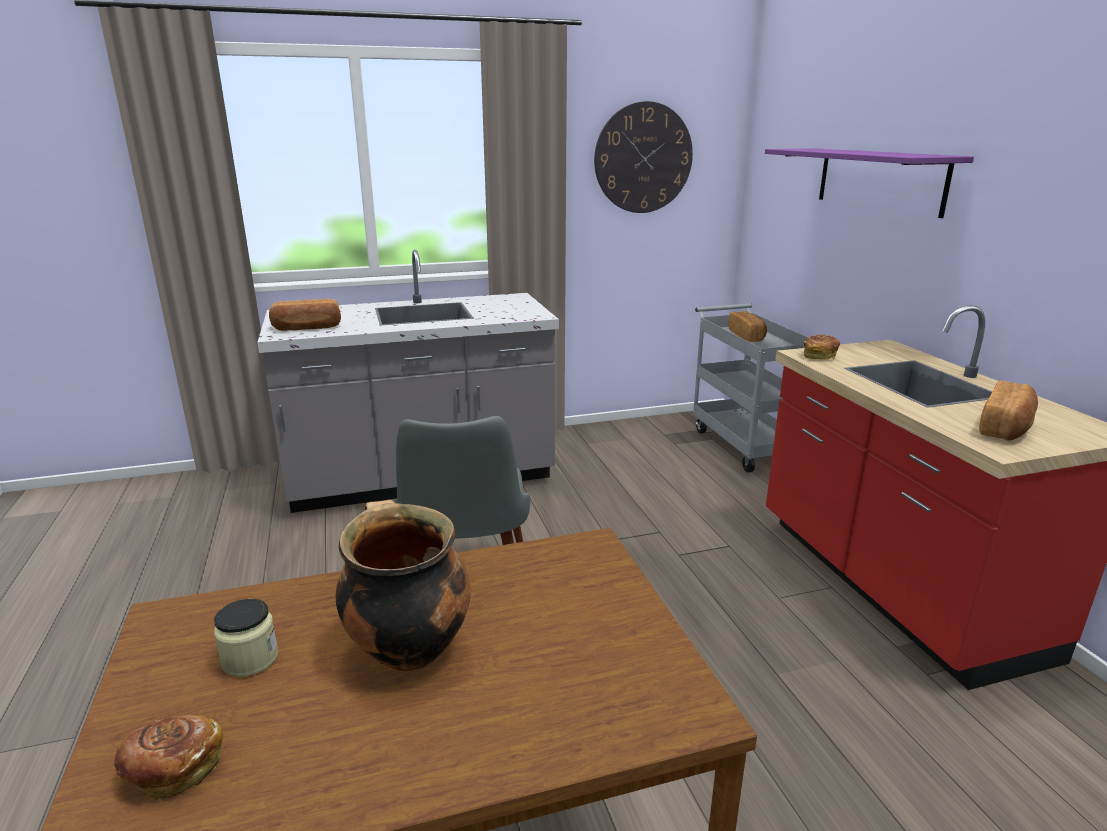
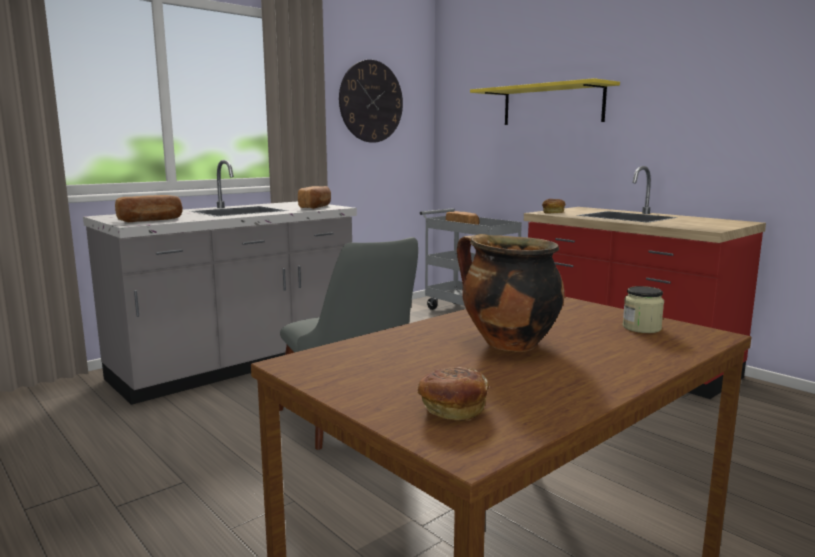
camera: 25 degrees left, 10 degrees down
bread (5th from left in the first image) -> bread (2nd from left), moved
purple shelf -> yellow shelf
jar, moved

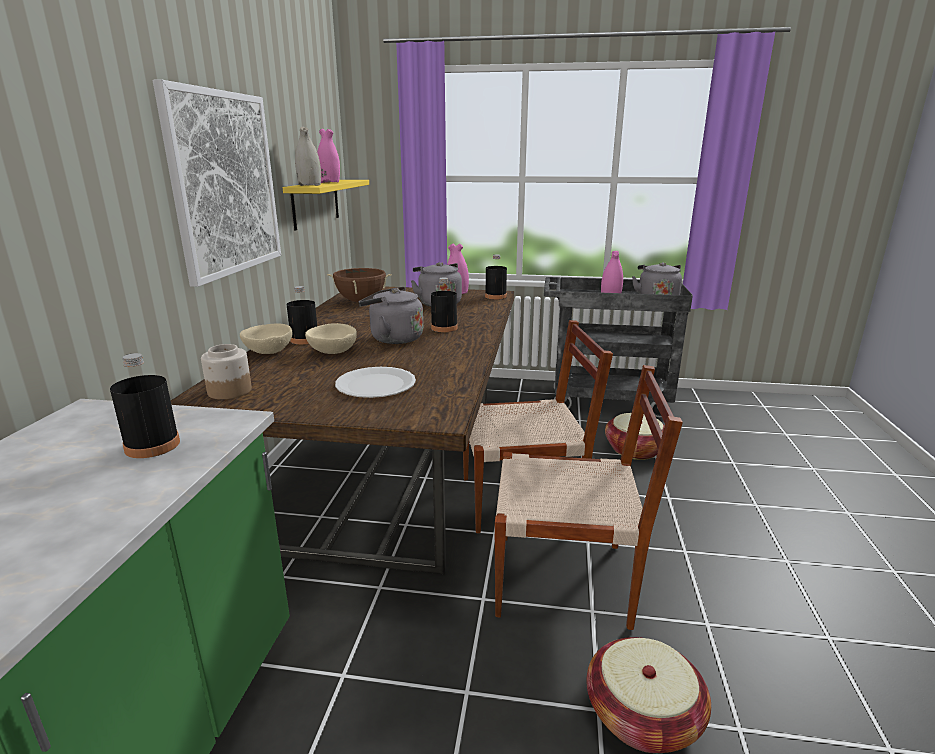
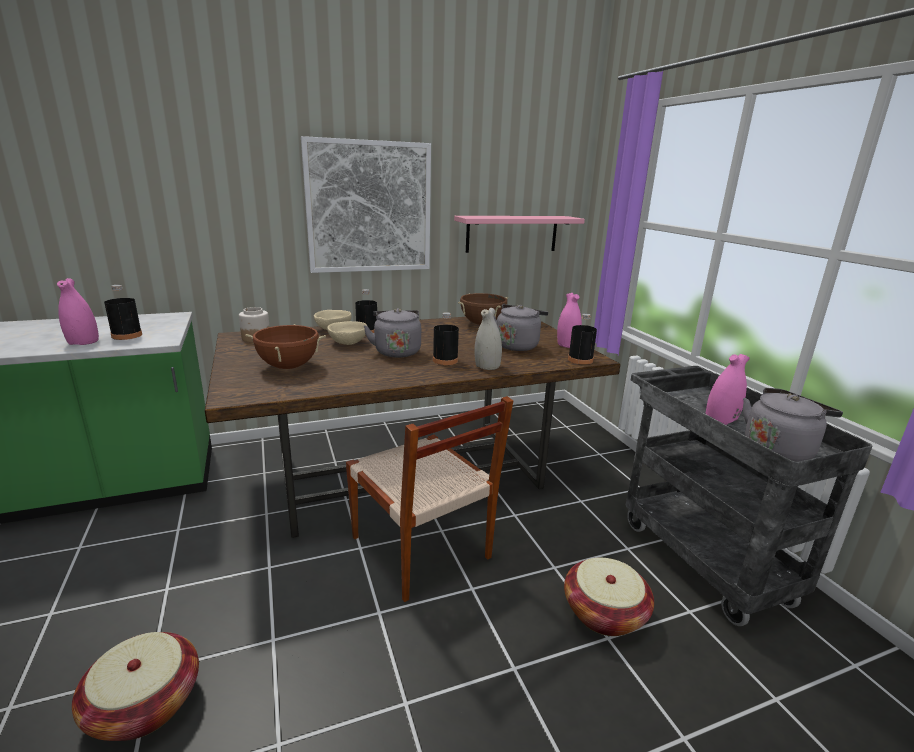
camera: 60 degrees right, 0 degrees up
pink vase (1st from left), moved
white plate -> brown cooking pot (1st from left)
yellow shelf -> pink shelf
white vase, moved
chair (2nd from left) -> none

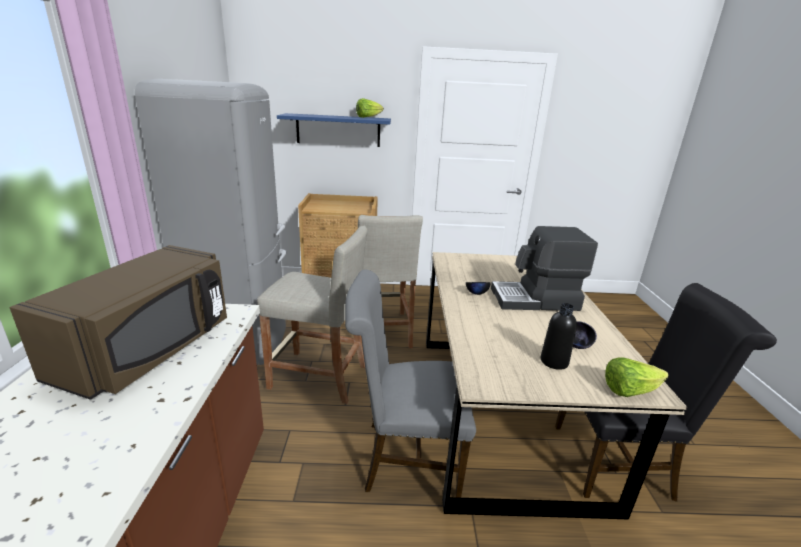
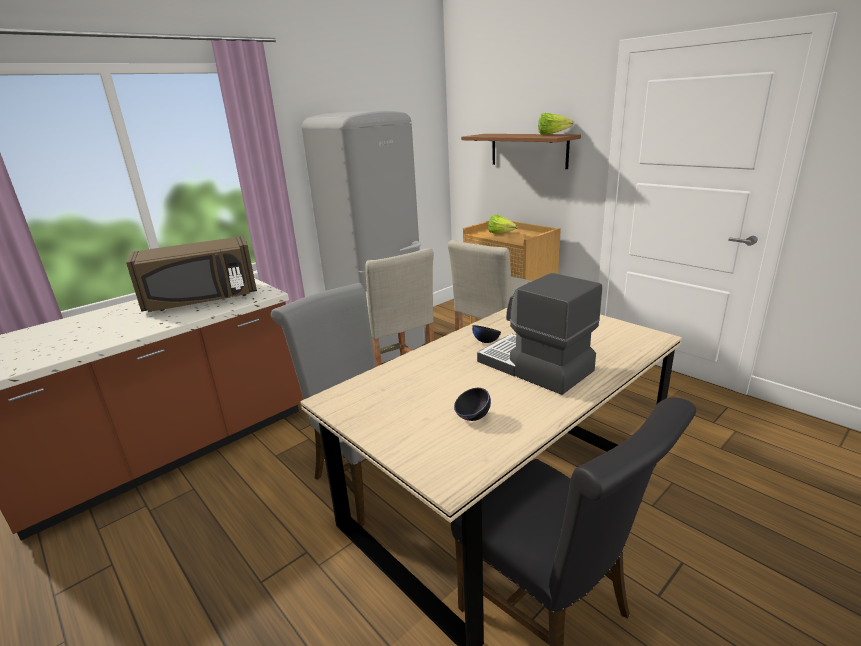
camera: 50 degrees right, 0 degrees up
blue shelf -> brown shelf
lettuce (2nd from left in the first image) -> lettuce (1st from left), moved
black bottle -> none

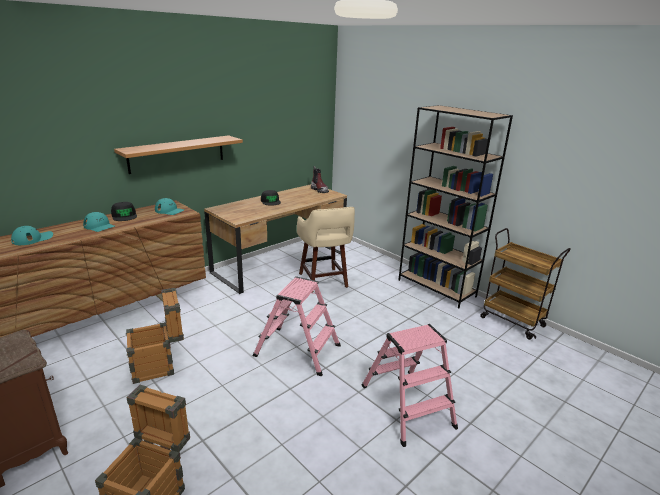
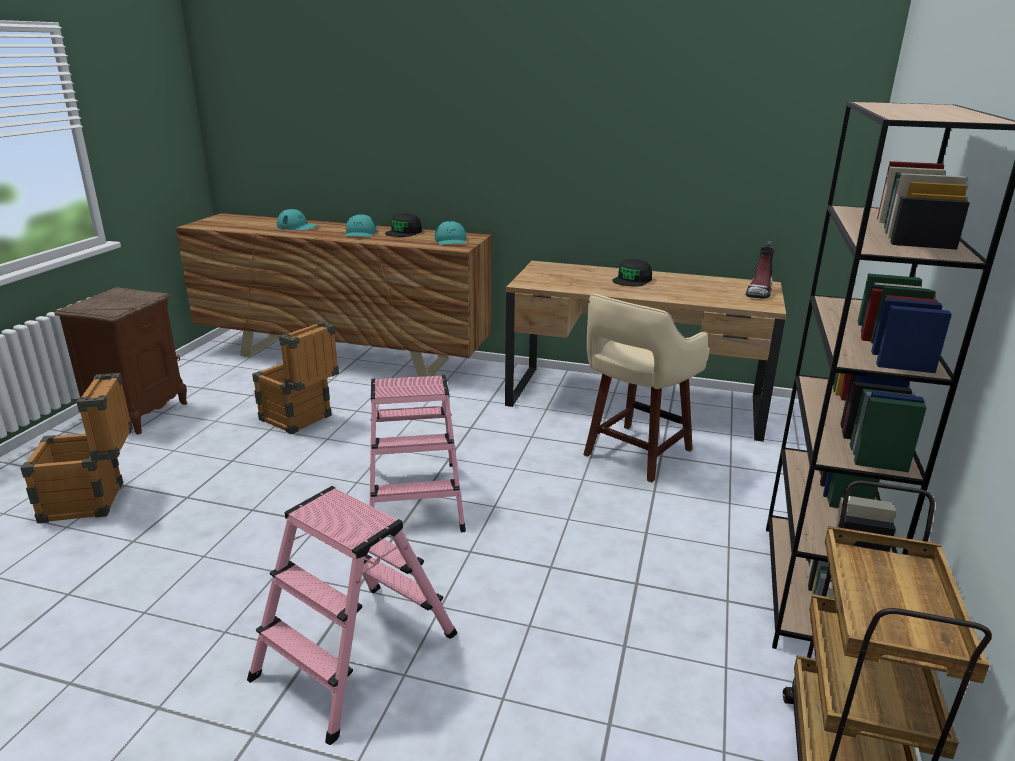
camera: 60 degrees right, 0 degrees up
shelf -> none

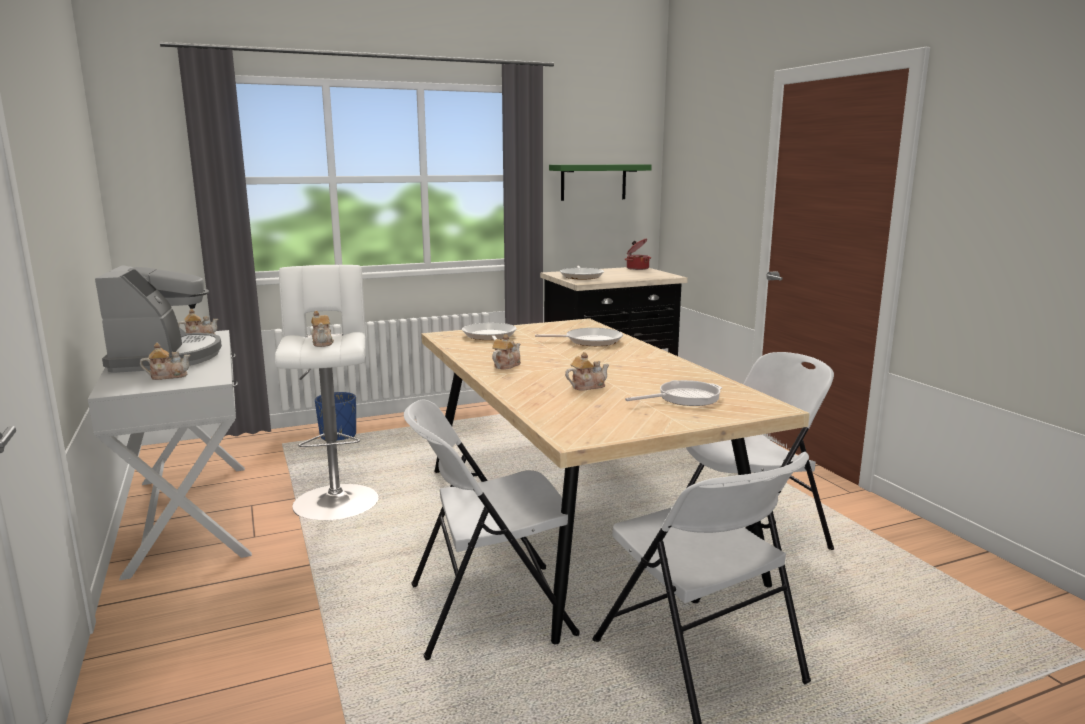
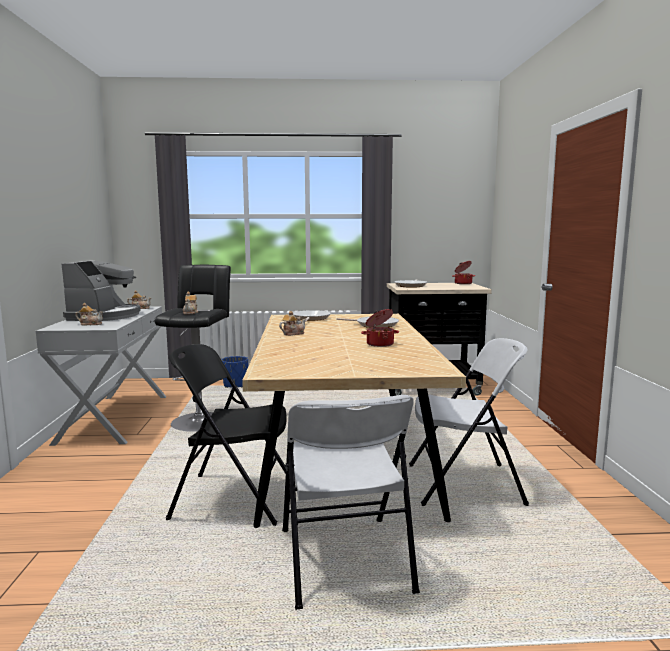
camera: 20 degrees right, 5 degrees down
white stool -> black stool
white chair (1st from left) -> black chair
none -> cooking pot (1st from left)
green shelf -> none
teapot (5th from left) -> none
frying pan (4th from left) -> none

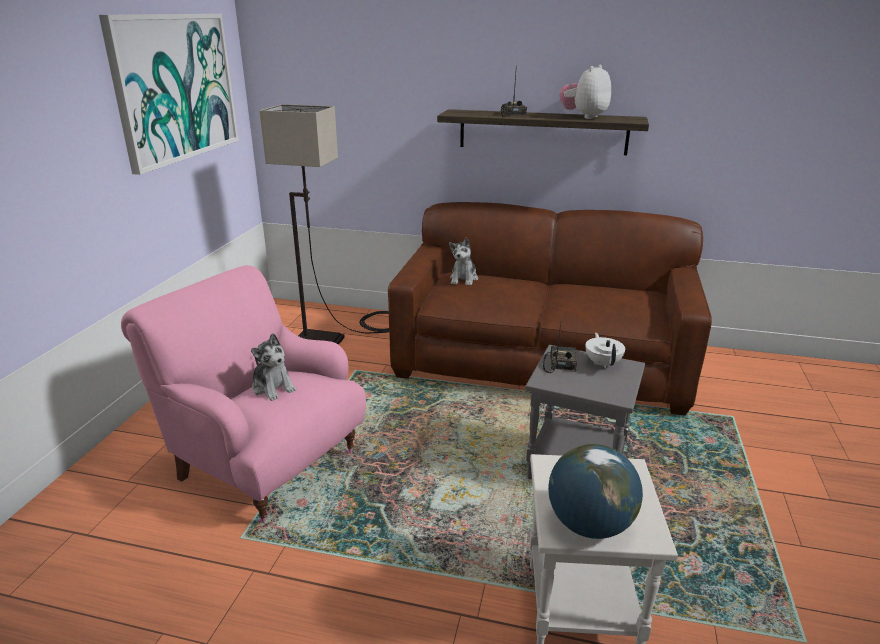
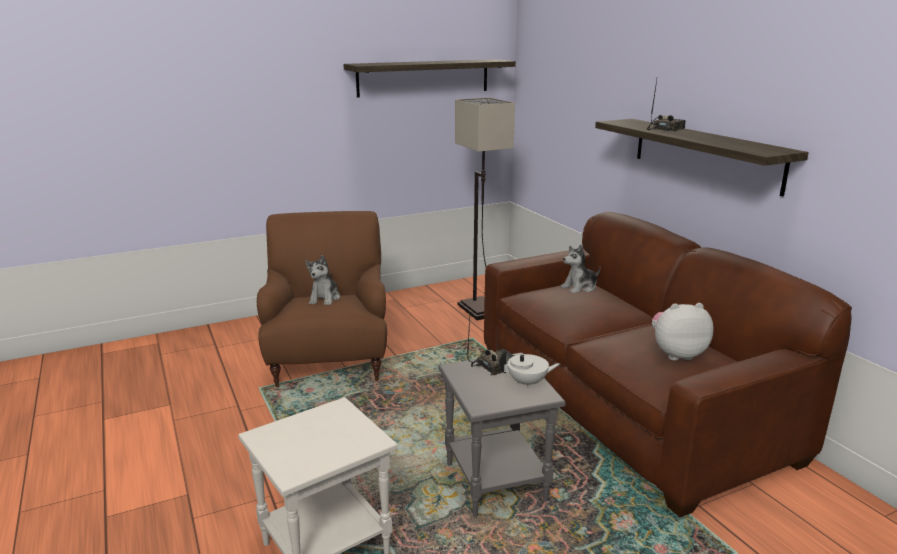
camera: 50 degrees right, 5 degrees down
pink armchair -> brown armchair
picture -> shelf (1st from left)
white teapot, 45 degrees clockwise
plush toy (3rd from left), moved
globe -> none

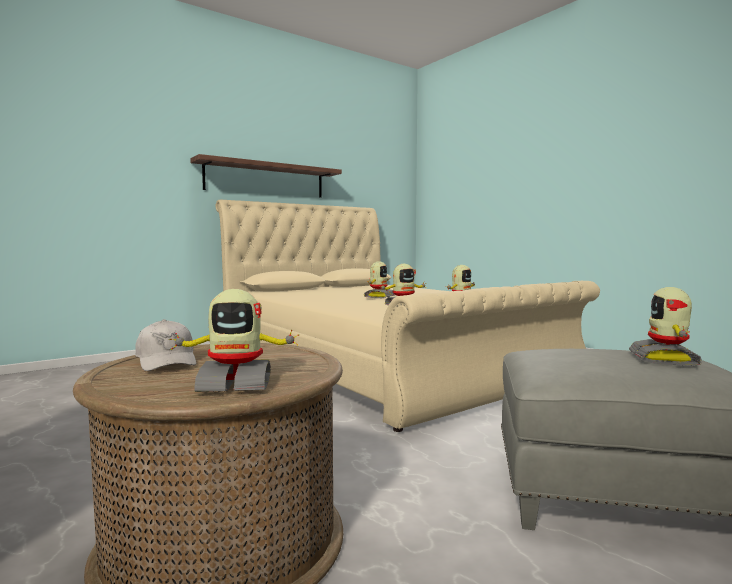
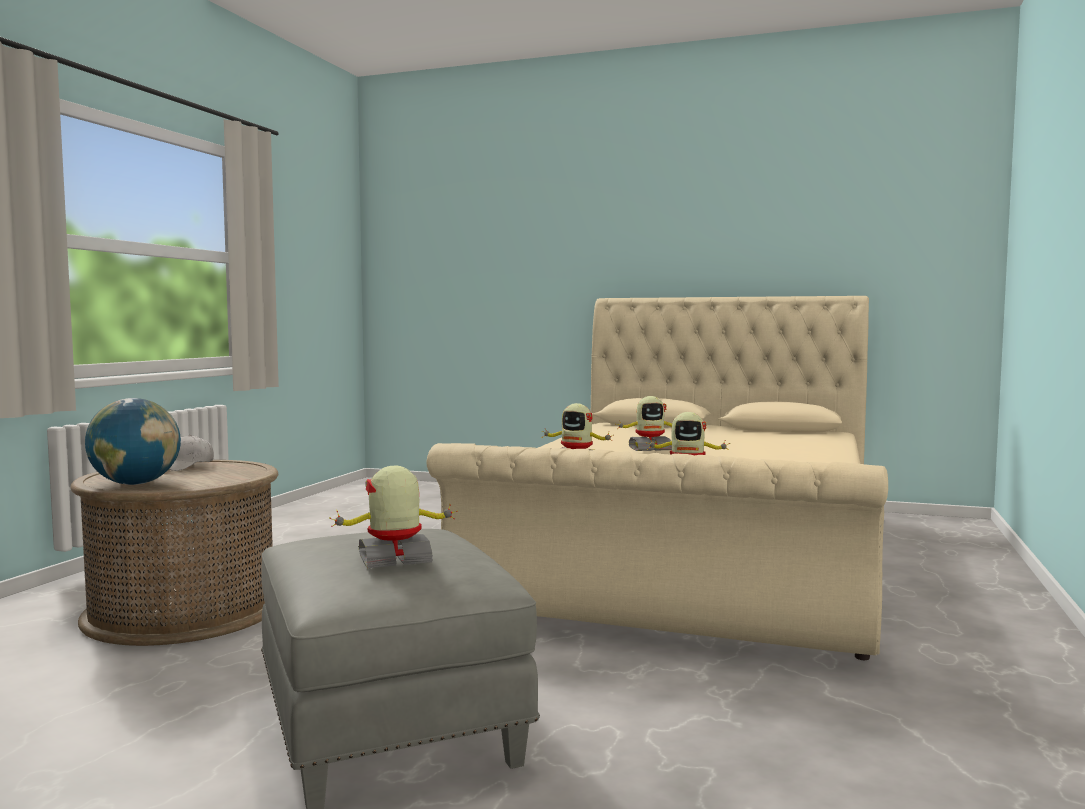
camera: 55 degrees right, 0 degrees up
toy robot (1st from left) -> globe
shelf -> none

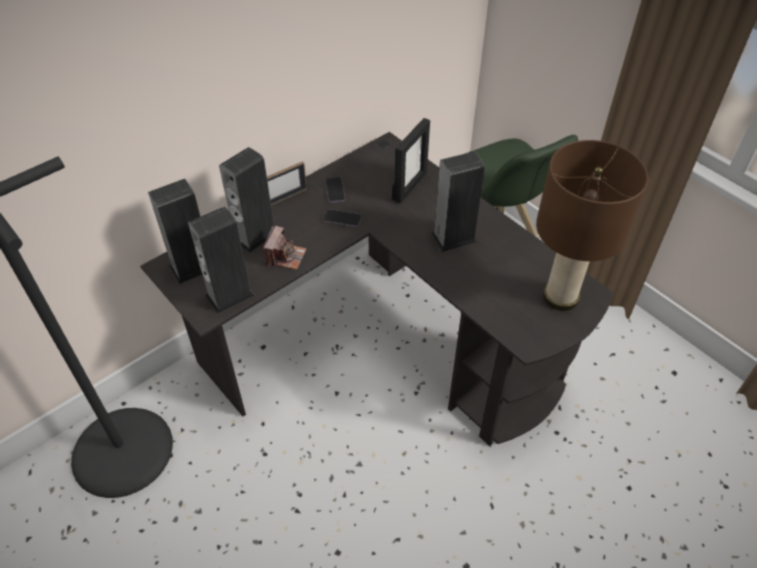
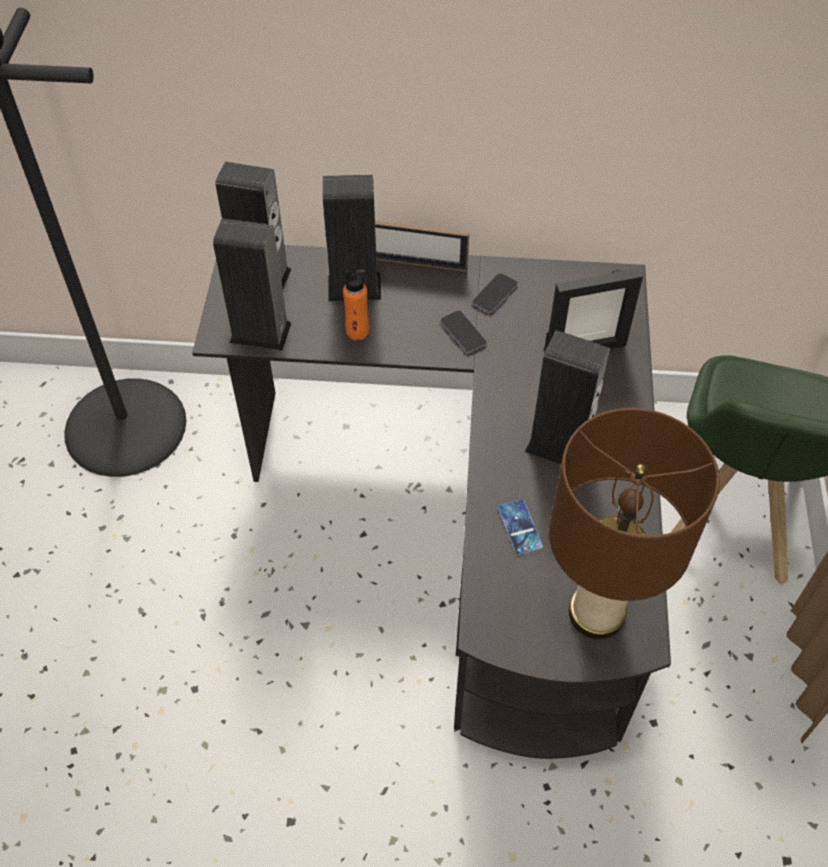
camera: 45 degrees right, 5 degrees up
photo camera -> orange bottle
none -> phone (3rd from left)

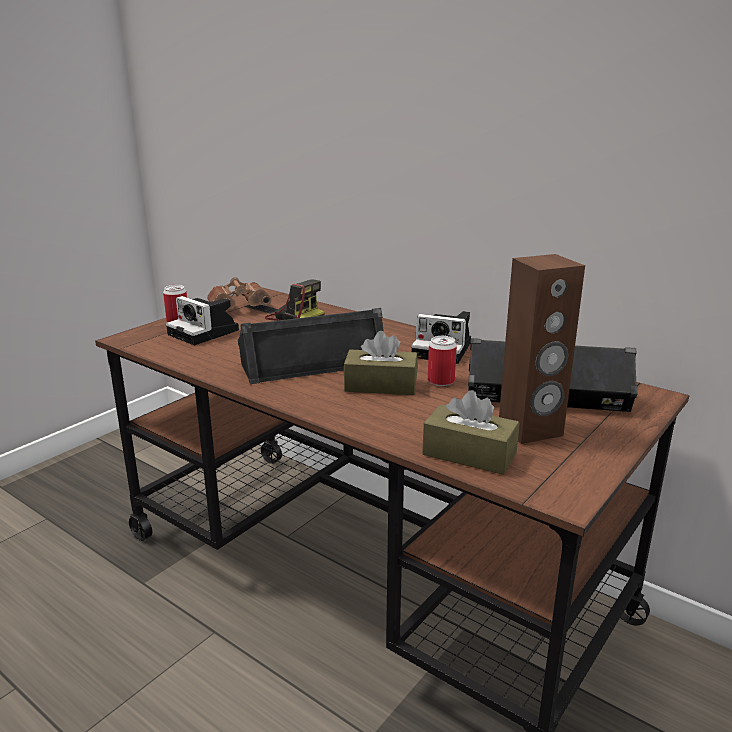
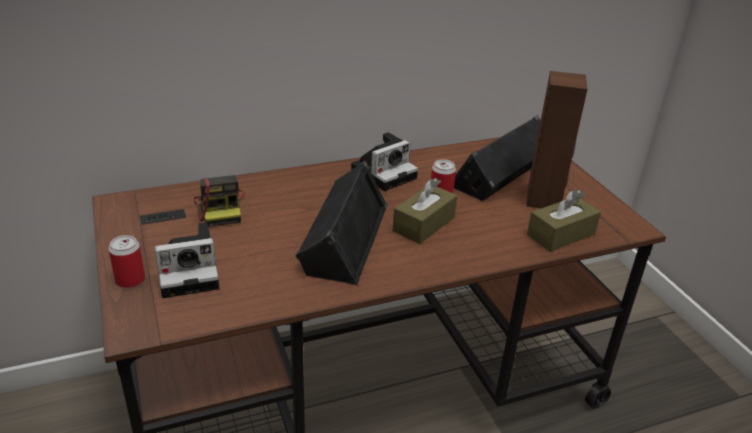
camera: 60 degrees left, 10 degrees up
photo camera (2nd from left), 90 degrees clockwise
brown binoculars -> none

